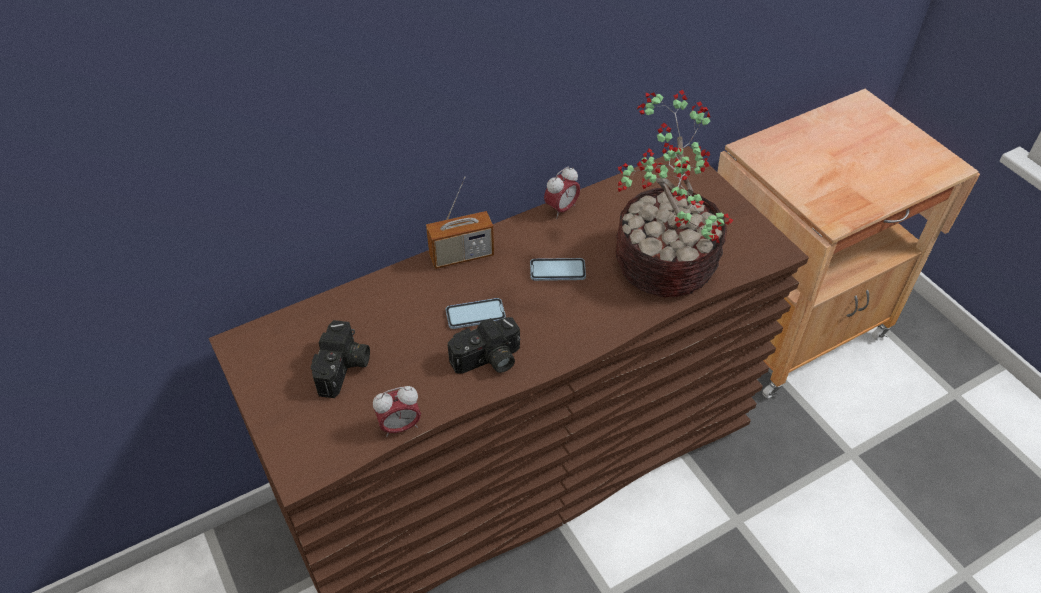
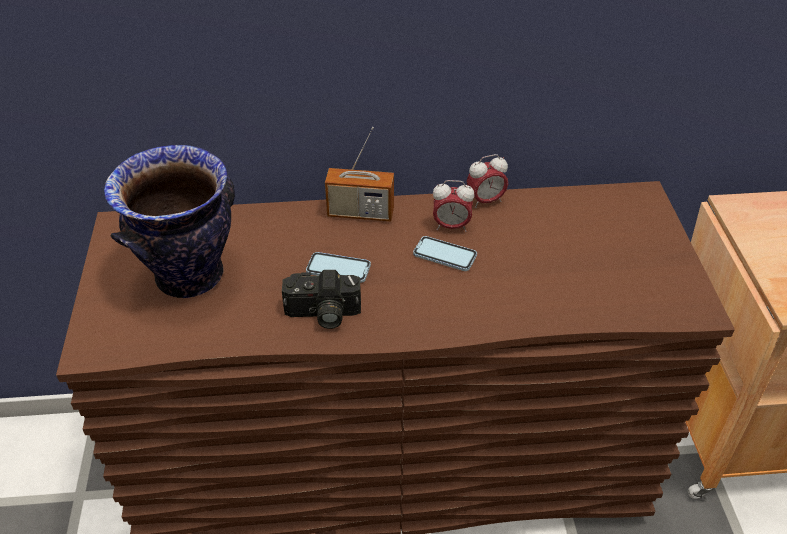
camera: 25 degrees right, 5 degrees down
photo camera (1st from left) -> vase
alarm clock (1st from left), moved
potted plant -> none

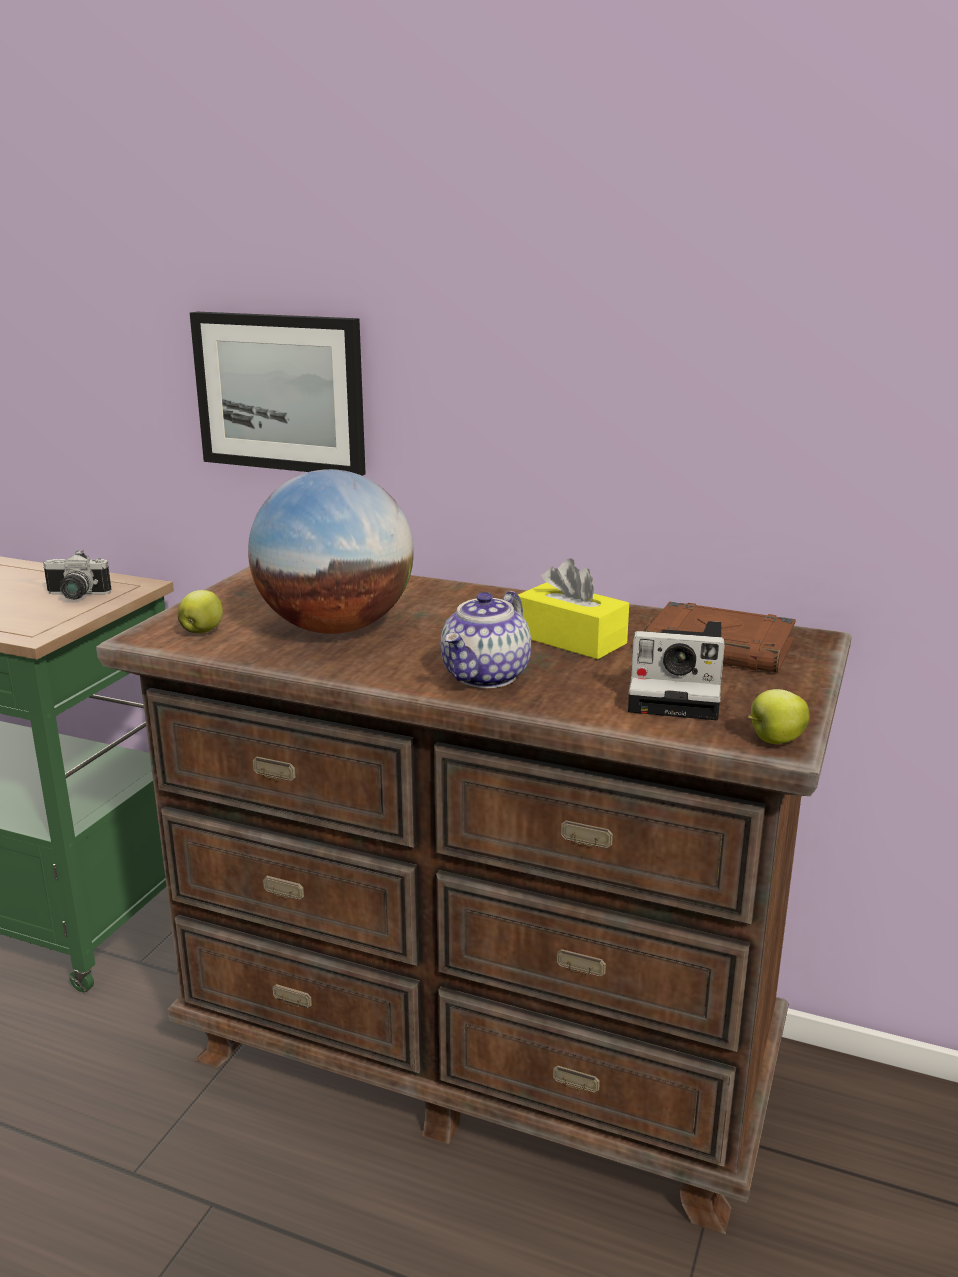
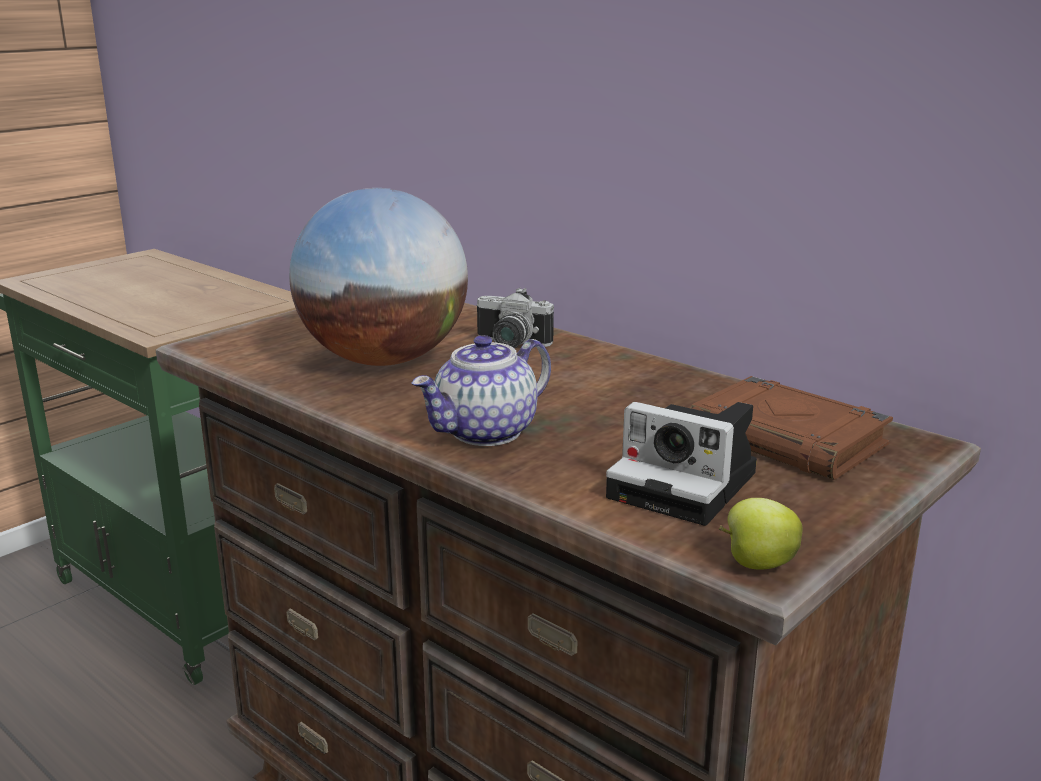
camera: 20 degrees right, 0 degrees up
photo camera (1st from left), moved
apple (1st from left) -> none
picture -> none
yellow tissue box -> none

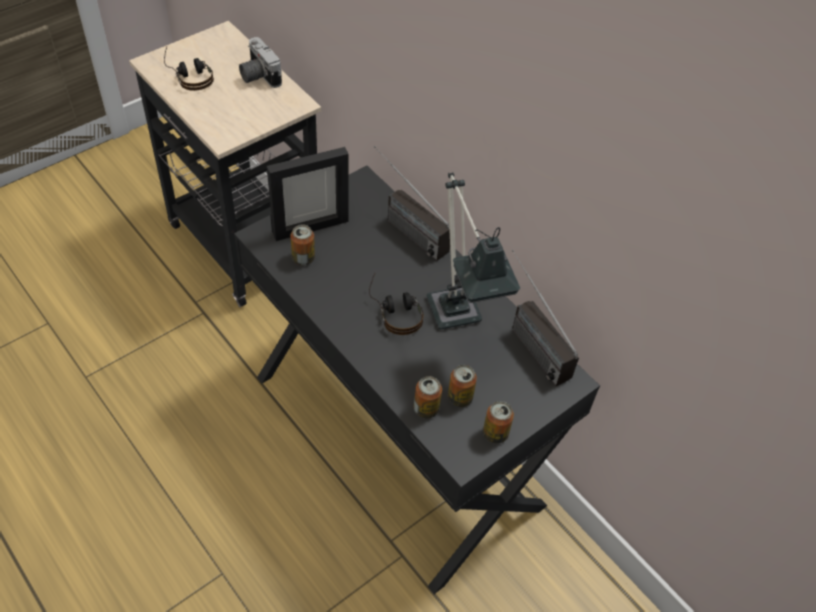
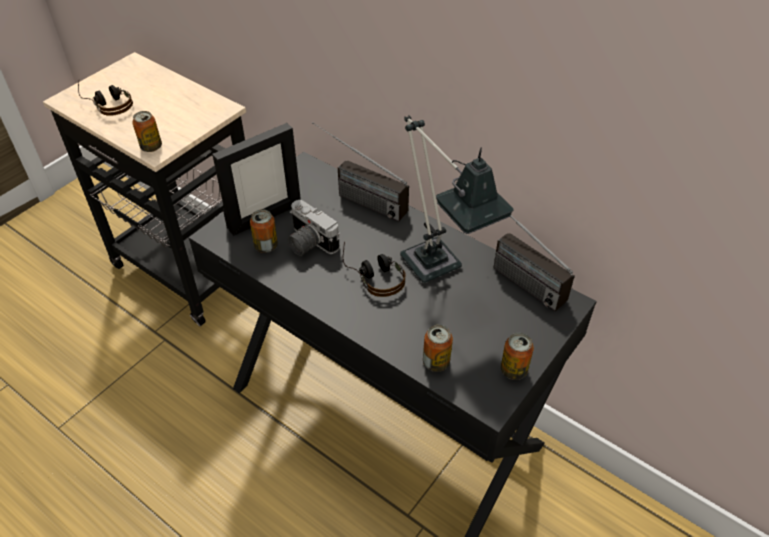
camera: 10 degrees left, 5 degrees down
can (3rd from left in the first image) -> can (1st from left), moved
photo camera, moved

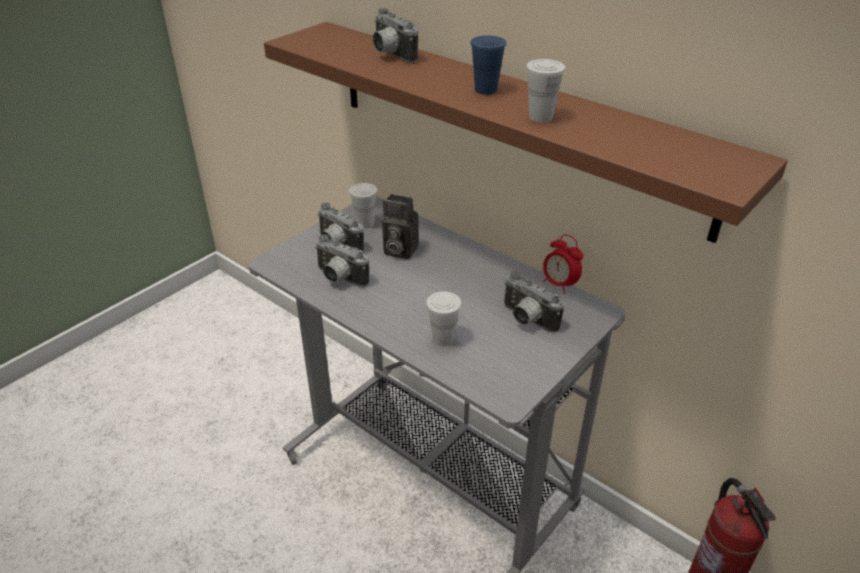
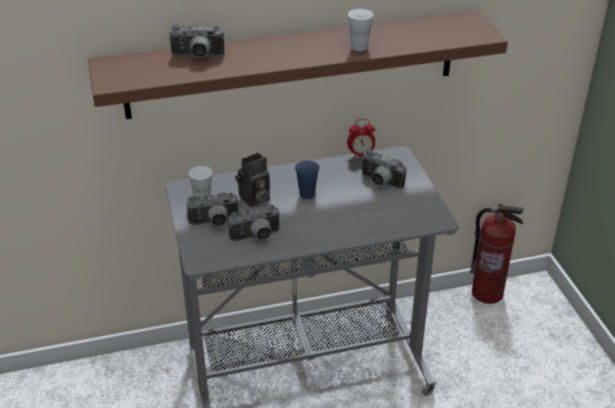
camera: 55 degrees left, 0 degrees up
blue cup, moved
photo camera (5th from left), 45 degrees clockwise
white cup (2nd from left) -> none

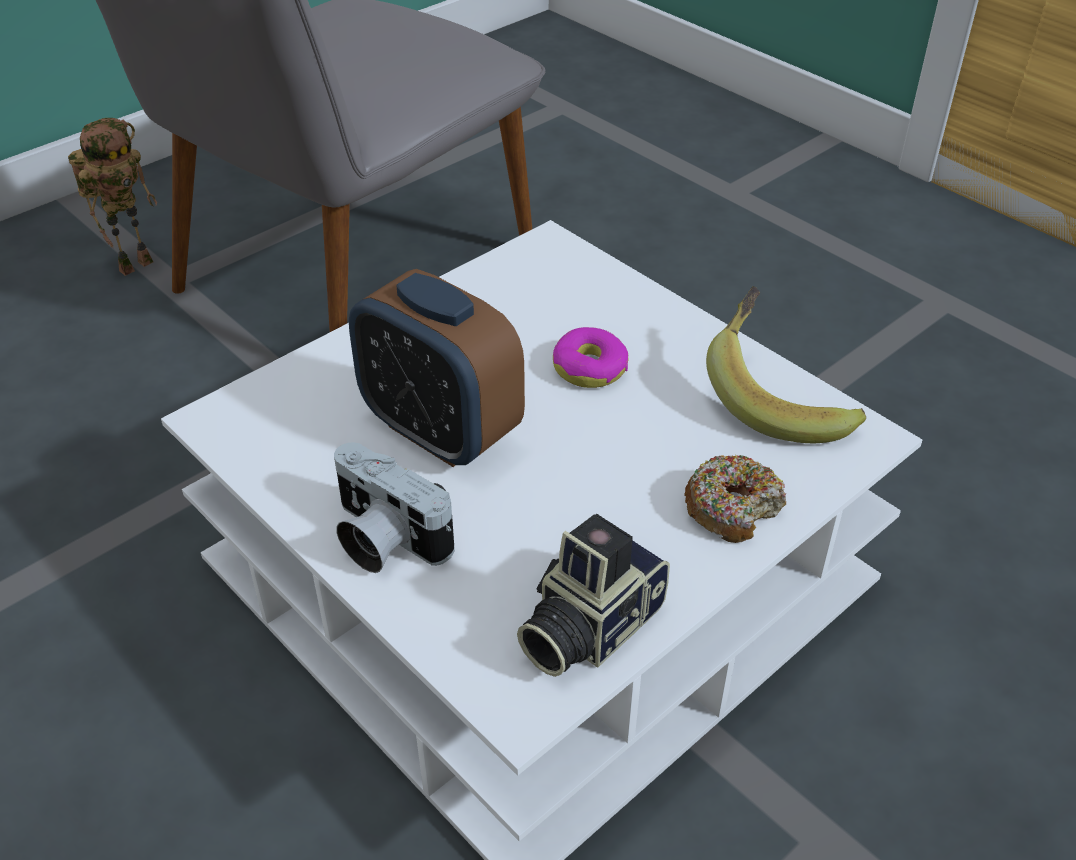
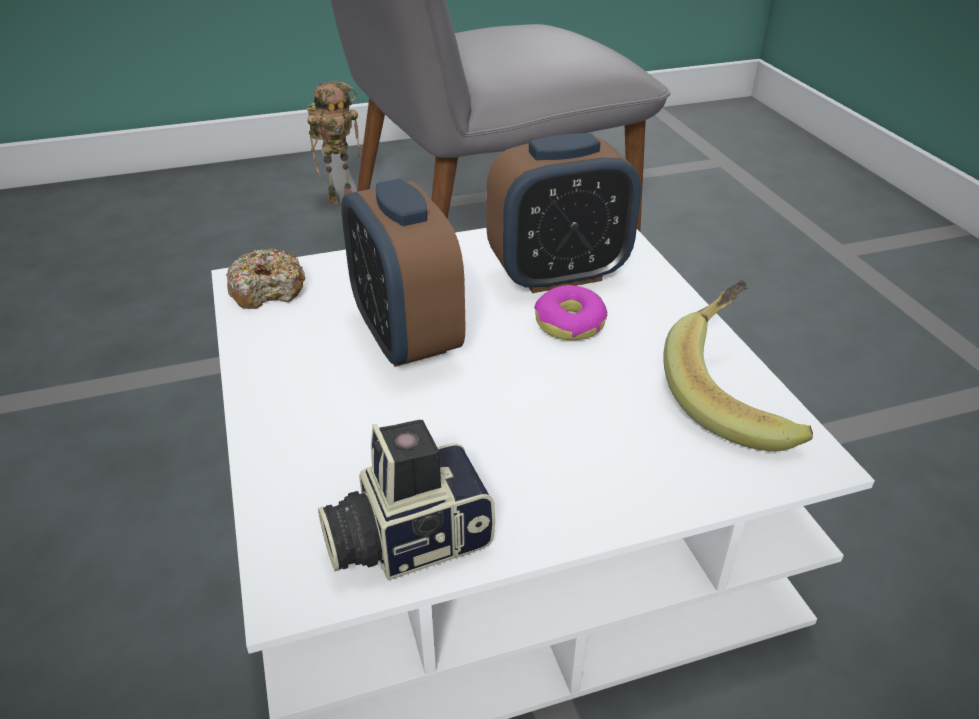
camera: 25 degrees right, 5 degrees down
donut (2nd from left in the first image) -> donut (1st from left), moved
none -> alarm clock (2nd from left)
photo camera (1st from left) -> none

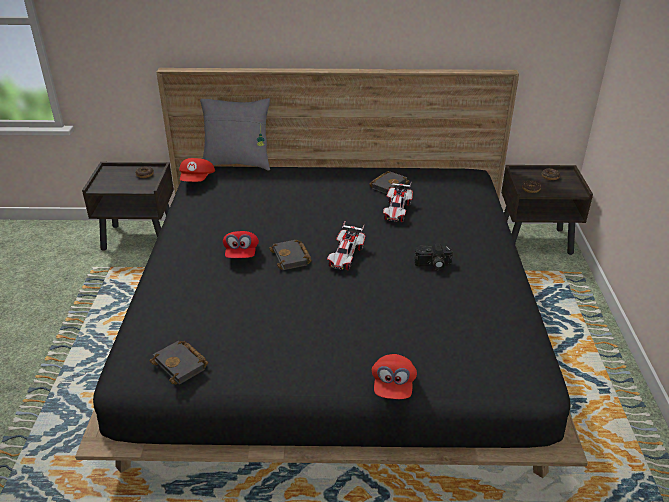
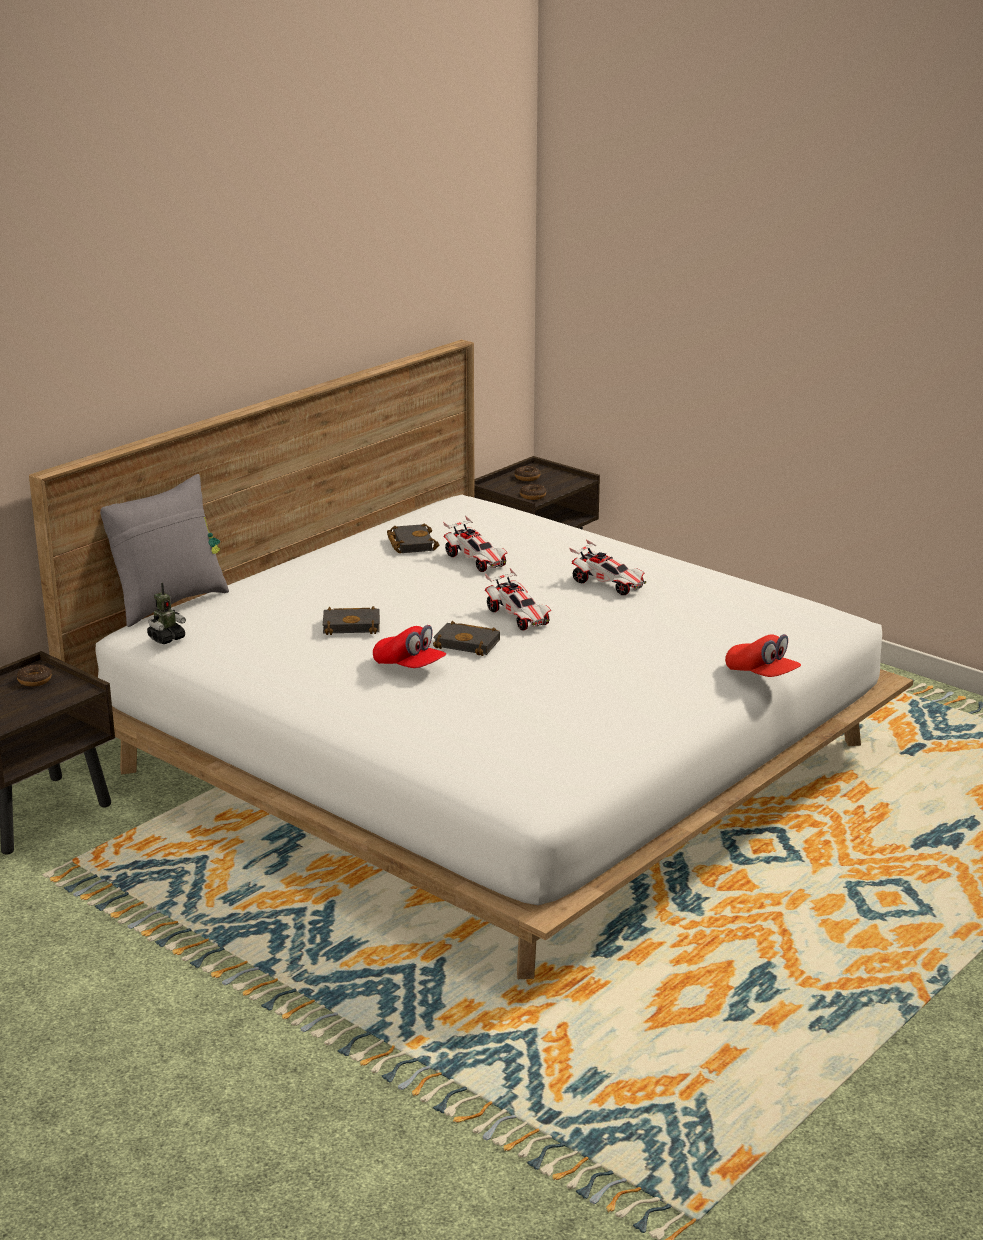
camera: 50 degrees left, 10 degrees down
black bed -> white bed
red cap (1st from left) -> toy robot
black book (1st from left), moved
photo camera -> toy car (3rd from left)

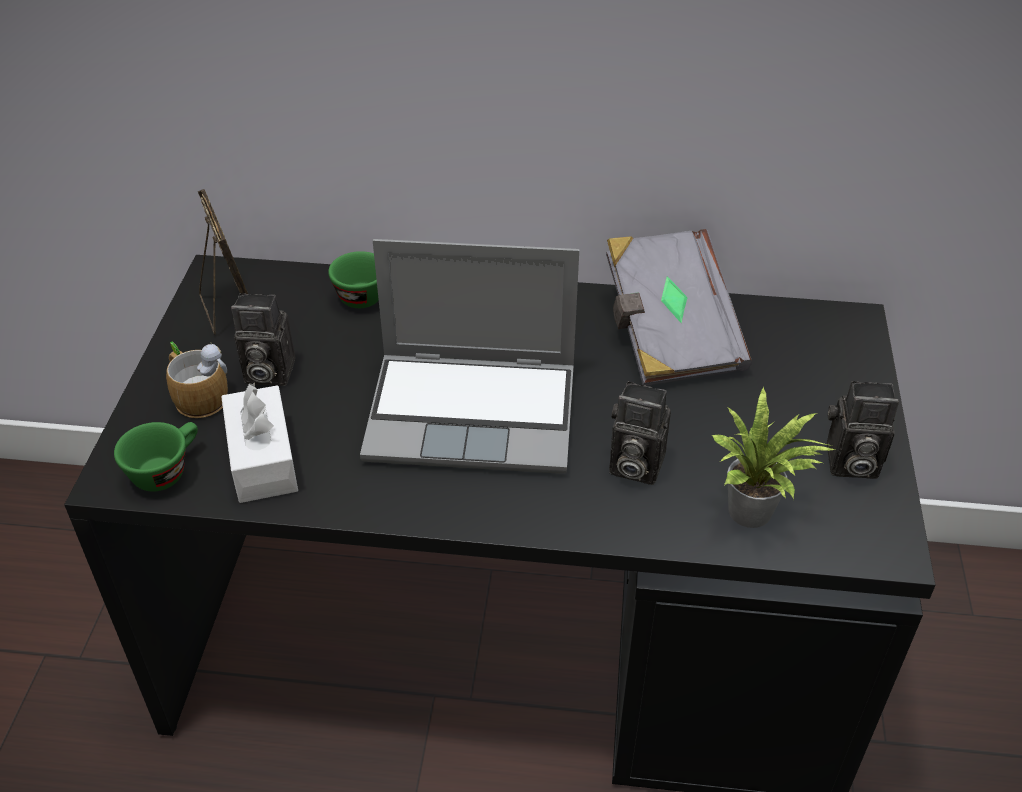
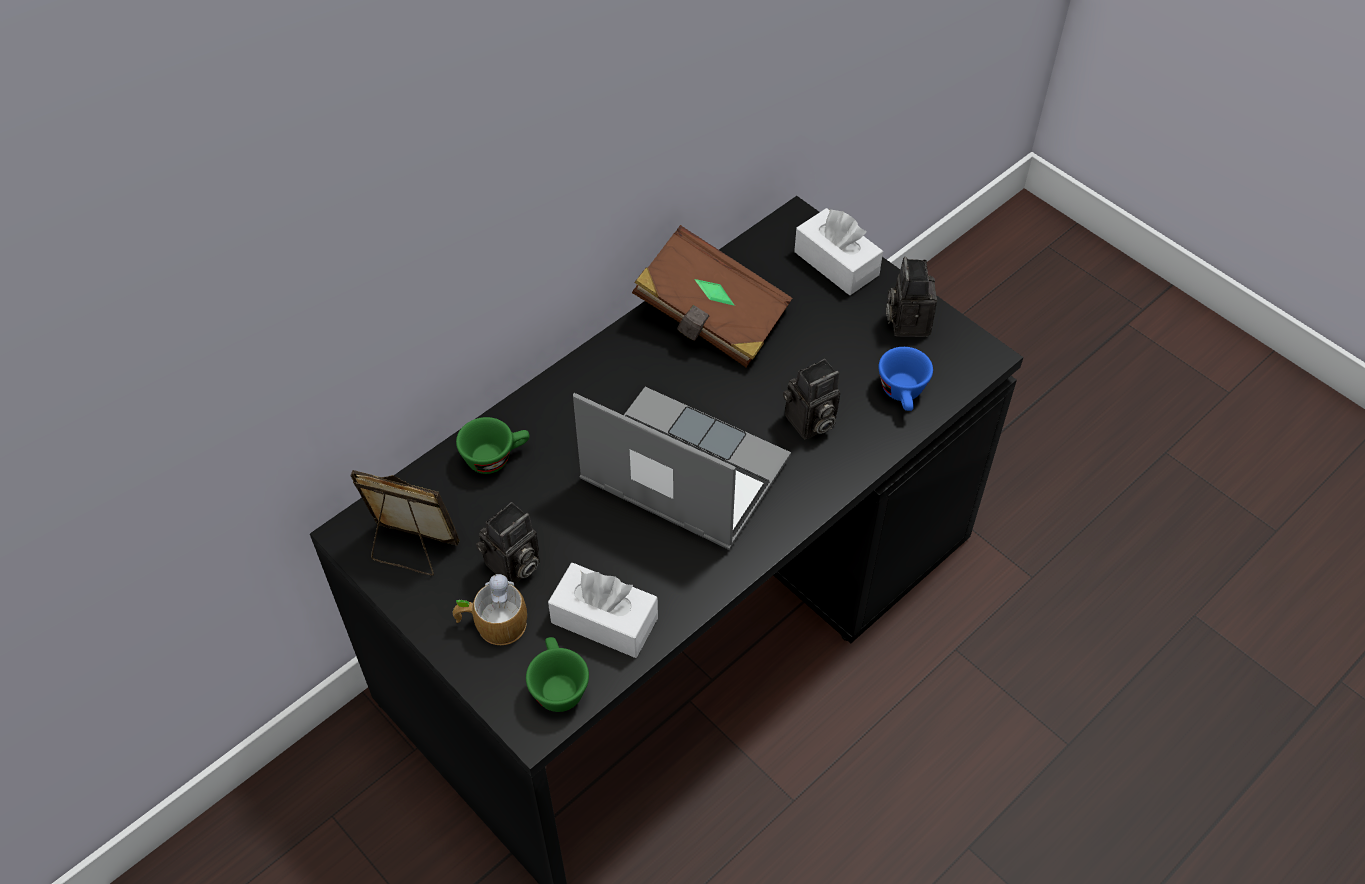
camera: 50 degrees left, 10 degrees up
laptop, 105 degrees counterclockwise
grey book -> brown book
none -> white tissue box (2nd from left)
potted plant -> blue cup
photo camera (3rd from left), 135 degrees clockwise

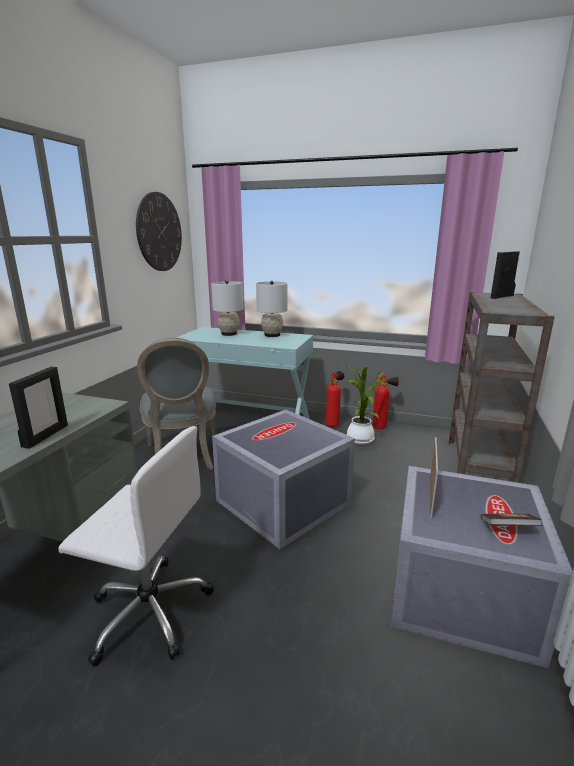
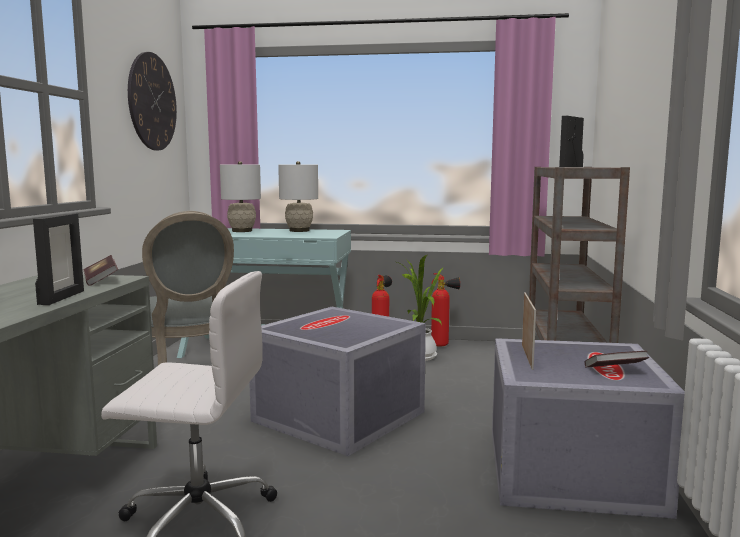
camera: 10 degrees left, 10 degrees down
none -> book (1st from left)

